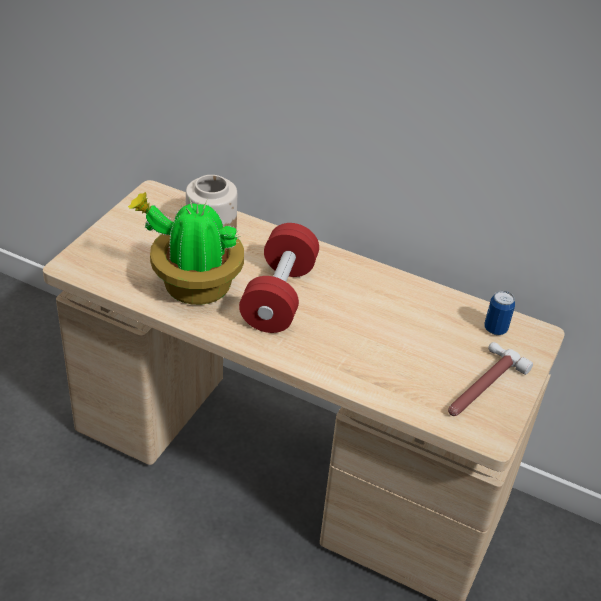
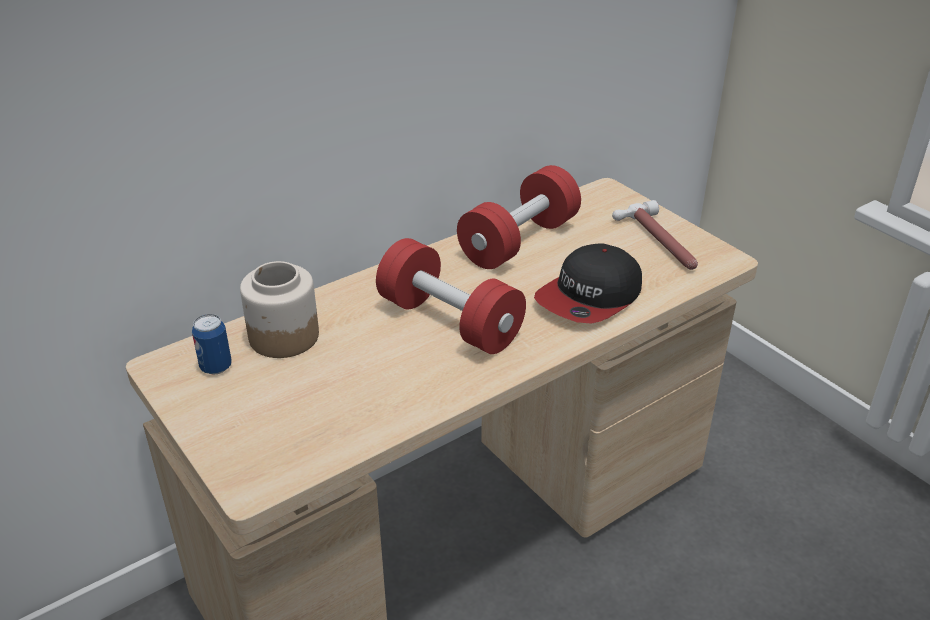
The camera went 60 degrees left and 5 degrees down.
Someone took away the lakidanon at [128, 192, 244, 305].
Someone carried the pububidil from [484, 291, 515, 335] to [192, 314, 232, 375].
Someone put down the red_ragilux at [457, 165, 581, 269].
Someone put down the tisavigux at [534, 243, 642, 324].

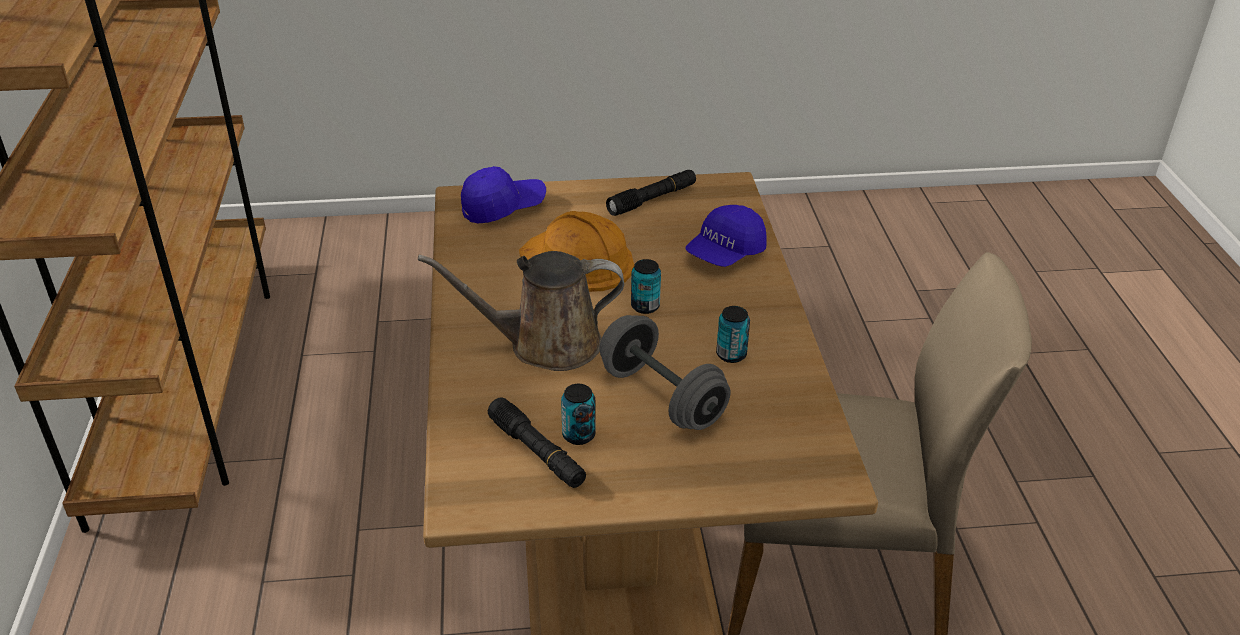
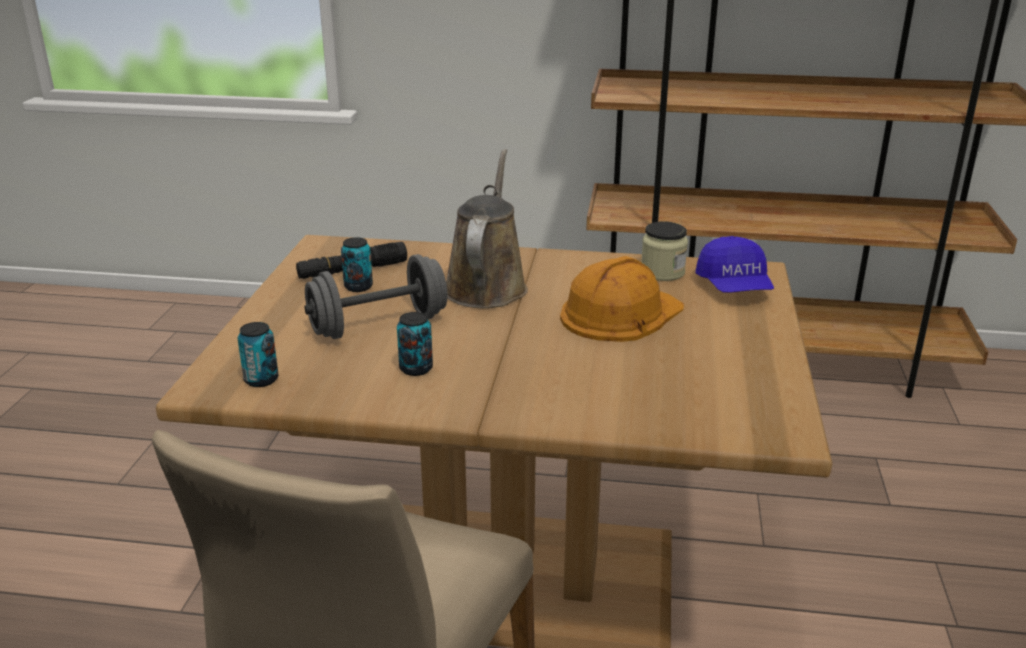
The camera went 105 degrees right and 10 degrees down.
Someone took away the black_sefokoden at [606, 170, 696, 216].
Someone carried the pububidil from [631, 259, 661, 314] to [238, 322, 279, 387].
Someone took away the blue_tisavigux at [686, 205, 767, 267].
Someone put down the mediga at [641, 221, 688, 281].

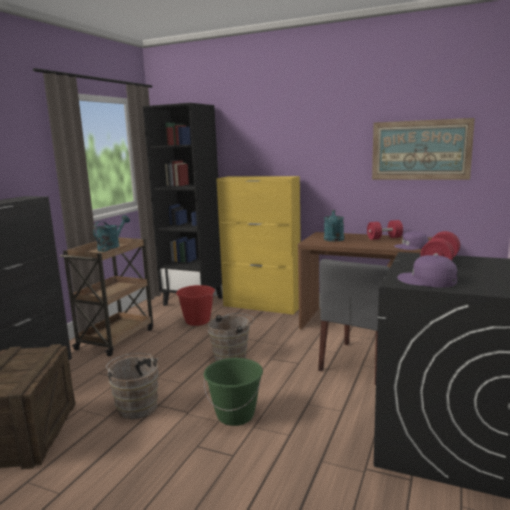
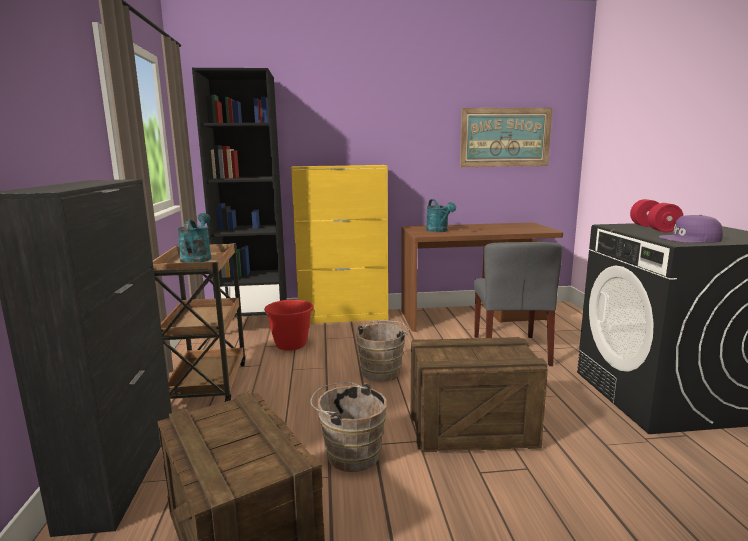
The camera went 30 degrees left and 0 degrees up.
Someone swapped the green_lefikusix at [204, 358, 263, 426] for the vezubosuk at [410, 337, 548, 452].
Someone took away the red_ragilux at [367, 220, 403, 240].
Someone took away the purple_tisavigux at [394, 231, 429, 250].

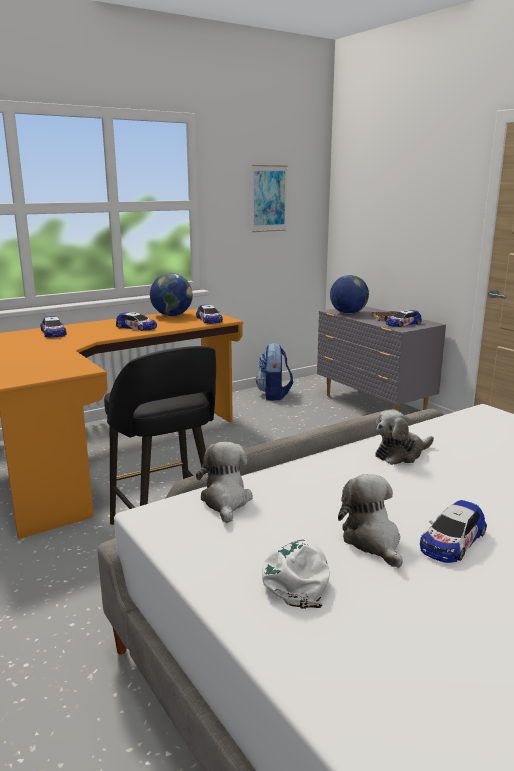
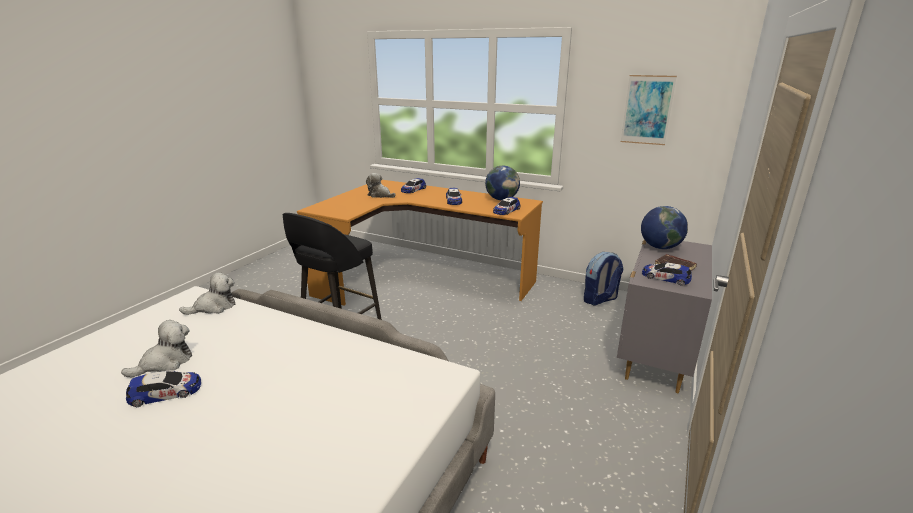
The camera went 60 degrees right and 5 degrees up.
Someone took away the white_tisavigux at [262, 540, 330, 609].
Someone carried the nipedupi from [375, 410, 434, 465] to [366, 173, 396, 198].
Someone rotated the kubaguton at [420, 500, 487, 563] by 150 degrees clockwise.

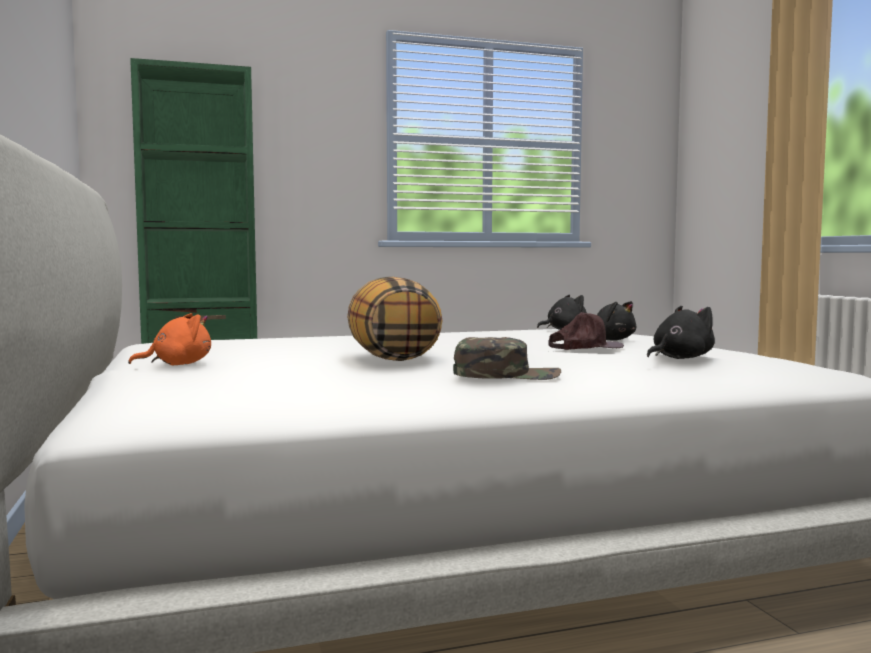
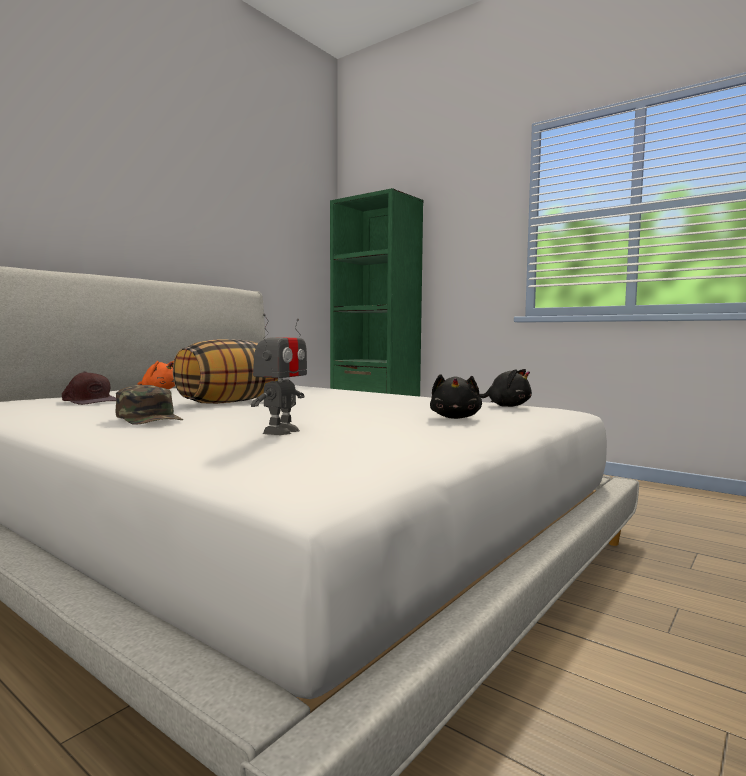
The camera went 55 degrees right and 0 degrees up.
Someone carried the brown_tisavigux from [548, 312, 624, 350] to [62, 372, 116, 405].
Someone swapped the black_nipedupi at [647, 306, 715, 359] for the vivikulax at [251, 314, 307, 435].

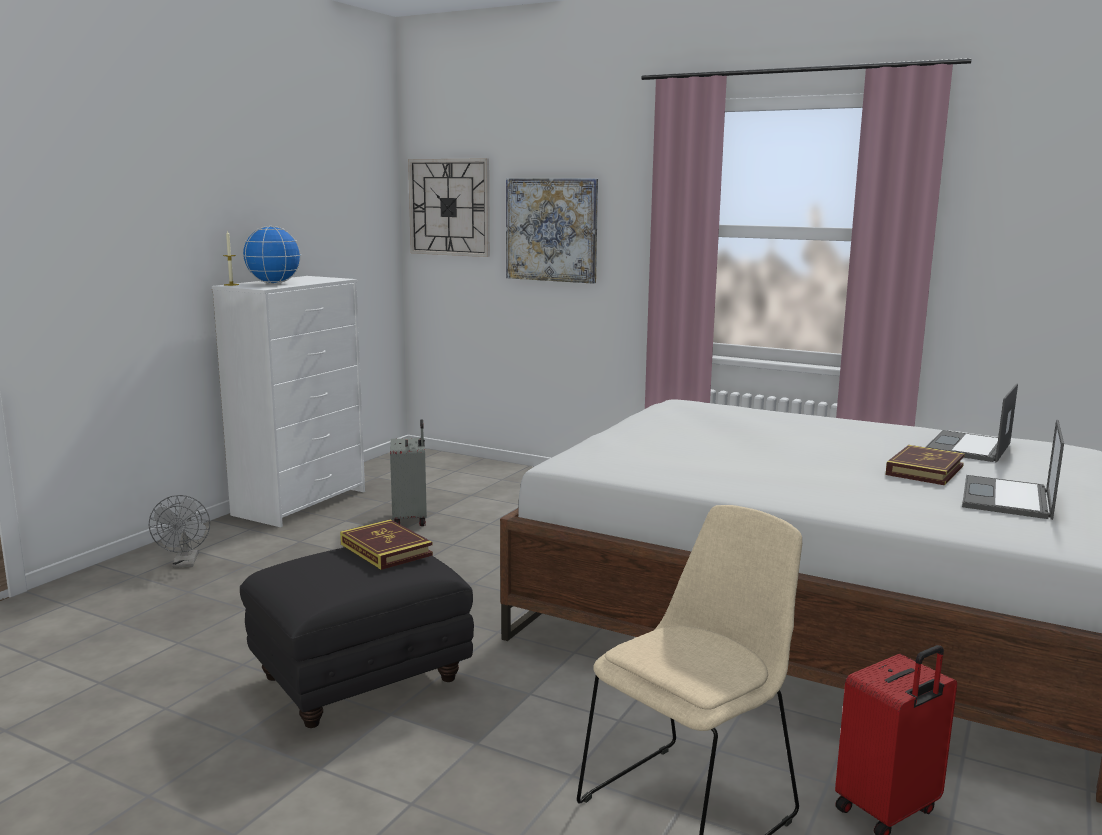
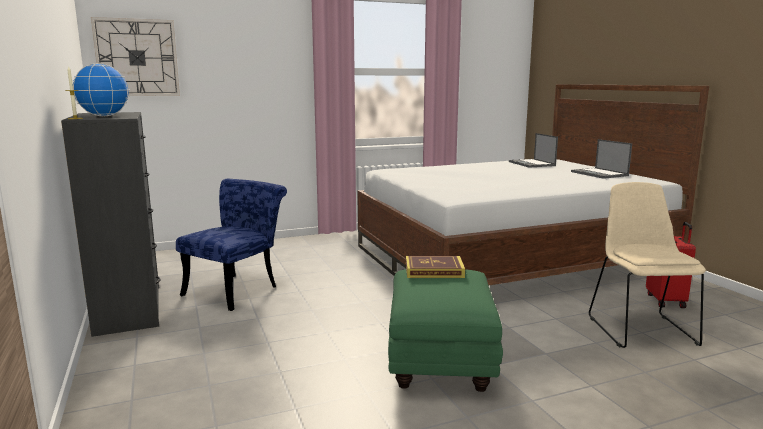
The camera went 50 degrees left and 0 degrees up.
Someone took away the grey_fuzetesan at [149, 495, 210, 568].
Someone repainted the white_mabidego at [212, 276, 365, 527], which became the black_mabidego at [61, 112, 160, 337].
Someone repainted the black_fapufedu at [240, 547, 474, 728], which became the green_fapufedu at [388, 269, 503, 392].
Someone swapped the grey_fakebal at [390, 419, 427, 526] for the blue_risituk at [176, 179, 287, 311].
Someone took away the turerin at [506, 178, 598, 284].
Someone took away the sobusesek at [885, 445, 965, 485].

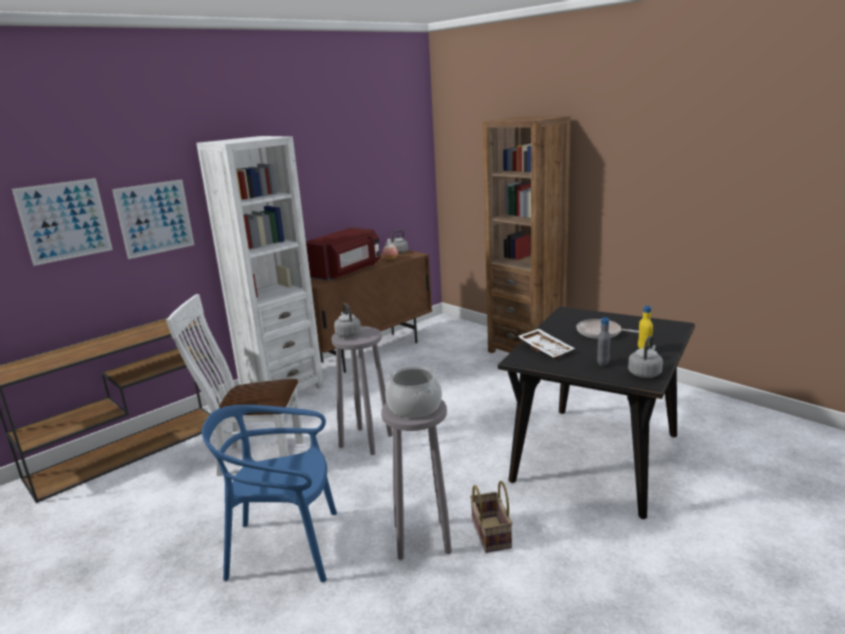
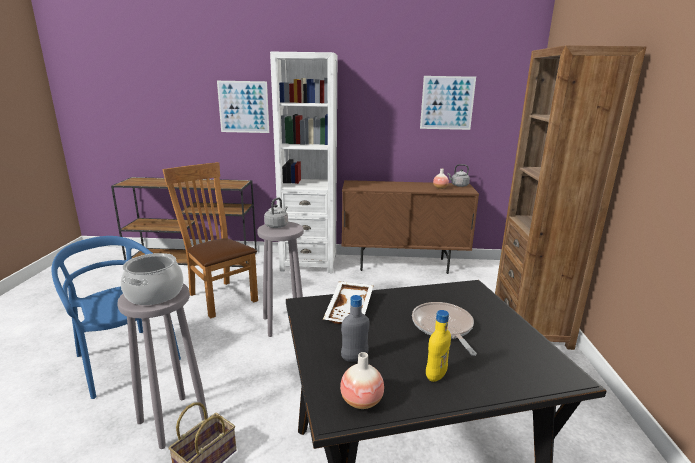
The camera went 45 degrees right and 0 degrees up.
Someone carried the turerin from [12, 178, 113, 266] to [420, 76, 476, 130].
Someone repainted the white_risituk at [166, 294, 304, 476], which became the brown_risituk at [162, 162, 258, 318].
Someone took away the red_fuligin at [306, 227, 380, 280].
Someone swapped the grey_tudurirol at [628, 336, 663, 378] for the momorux at [340, 352, 384, 409].

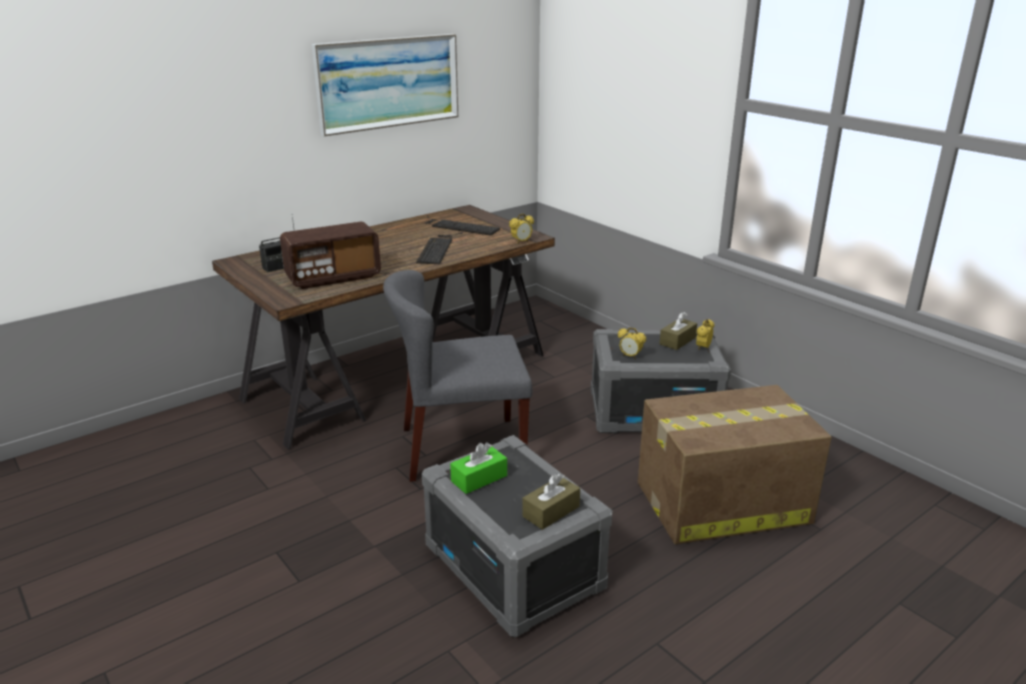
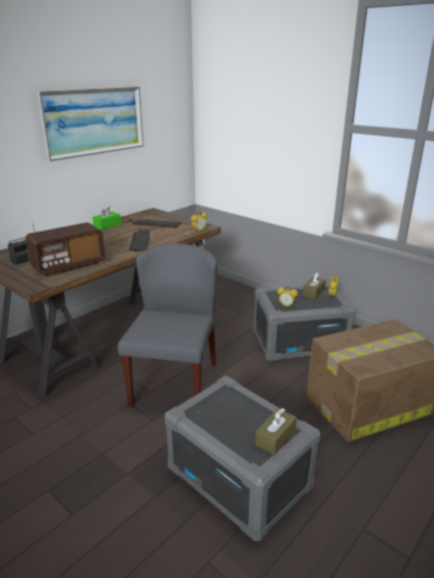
The camera went 10 degrees left and 0 degrees up.
Someone rotated the grey_risituk at [383, 270, 532, 482] by 120 degrees clockwise.
Someone carried the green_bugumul from [450, 442, 507, 494] to [92, 206, 121, 230].

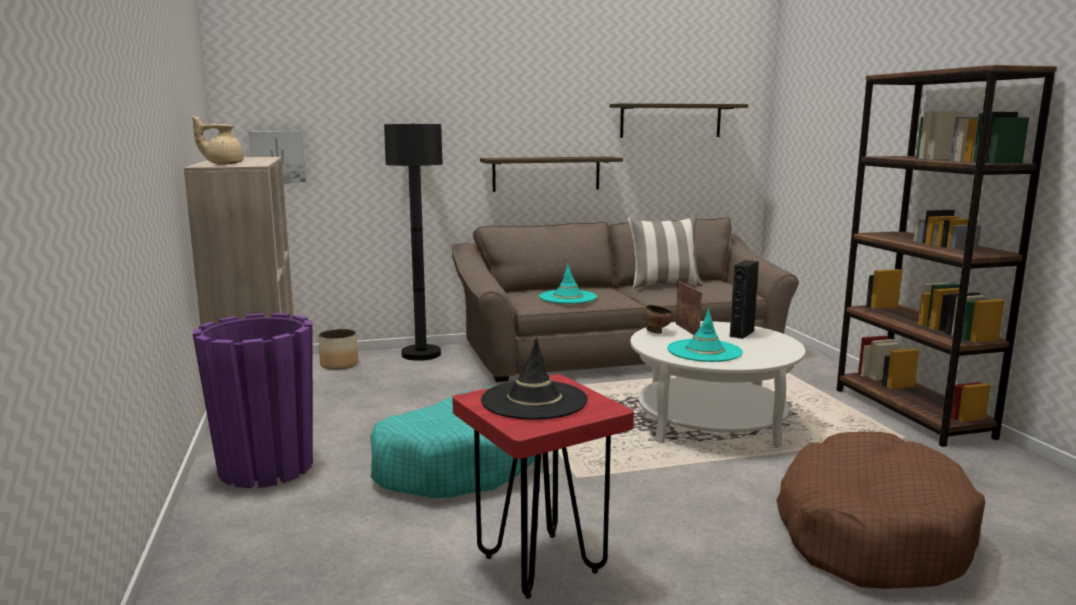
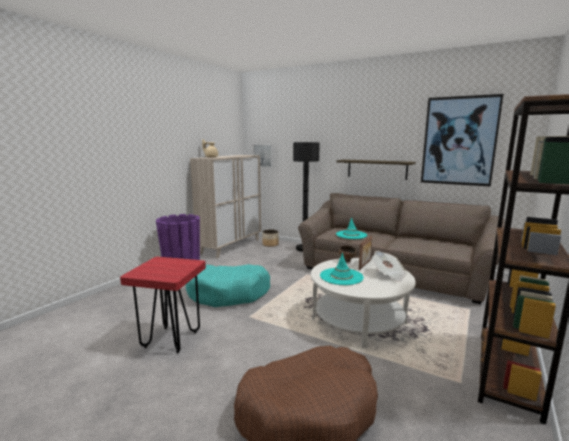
The camera went 45 degrees right and 0 degrees up.
Someone took away the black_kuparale at [481, 337, 588, 420].
Someone swapped the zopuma at [609, 103, 748, 138] for the turerin at [421, 94, 503, 187].
Someone took away the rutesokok at [627, 215, 703, 289].
Someone swapped the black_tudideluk at [729, 260, 759, 339] for the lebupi at [372, 251, 407, 282].

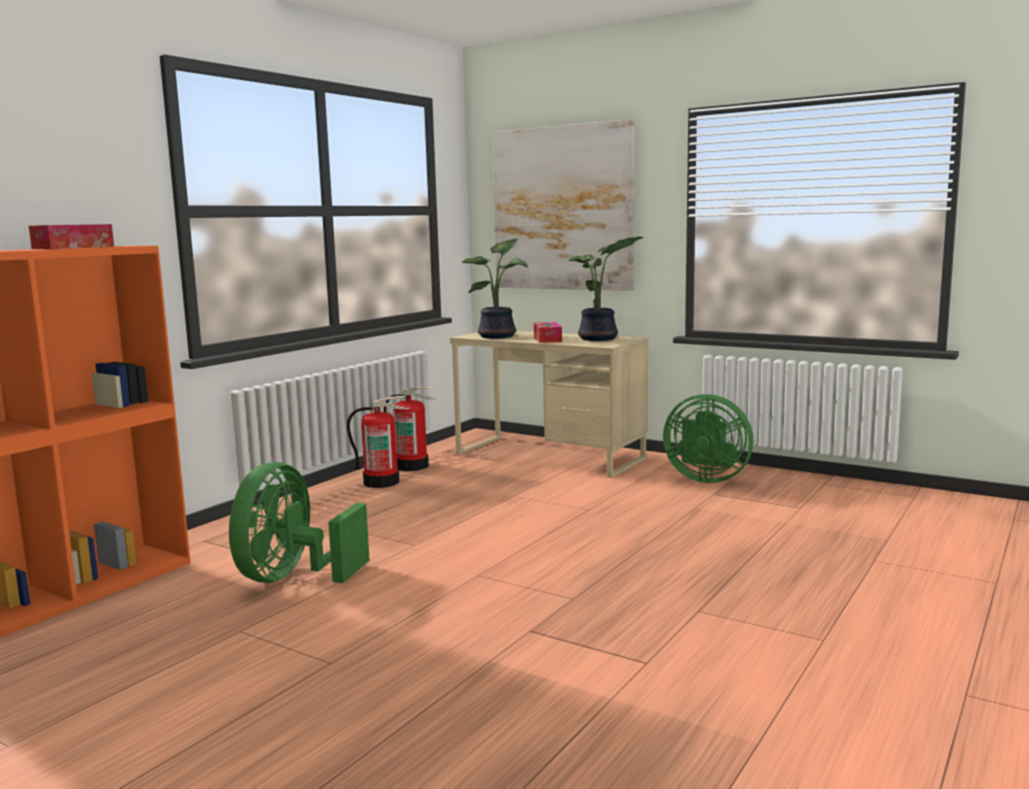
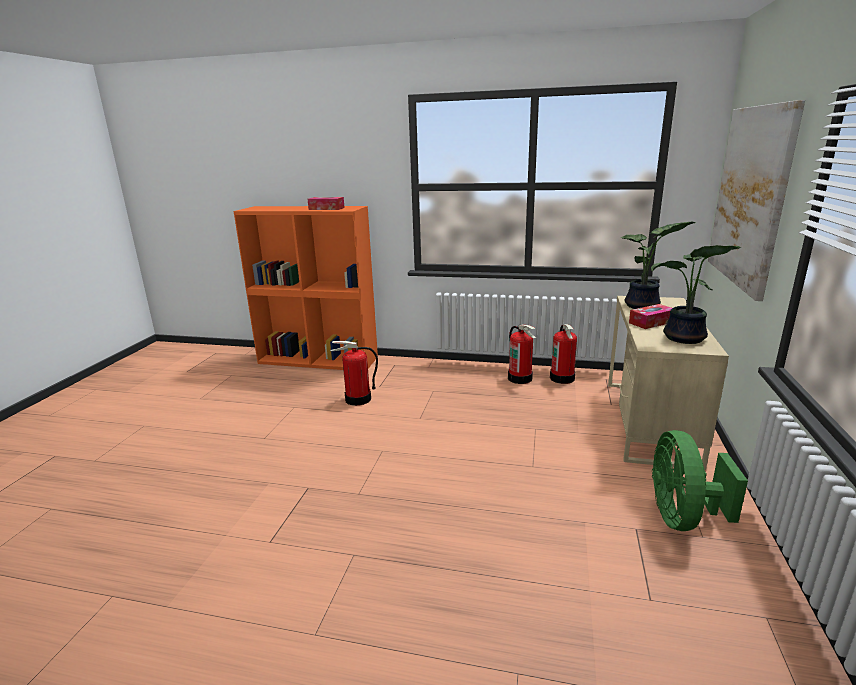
The camera went 70 degrees right and 10 degrees up.
Someone swapped the green_fuzetesan at [229, 462, 370, 583] for the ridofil at [330, 341, 378, 406].

